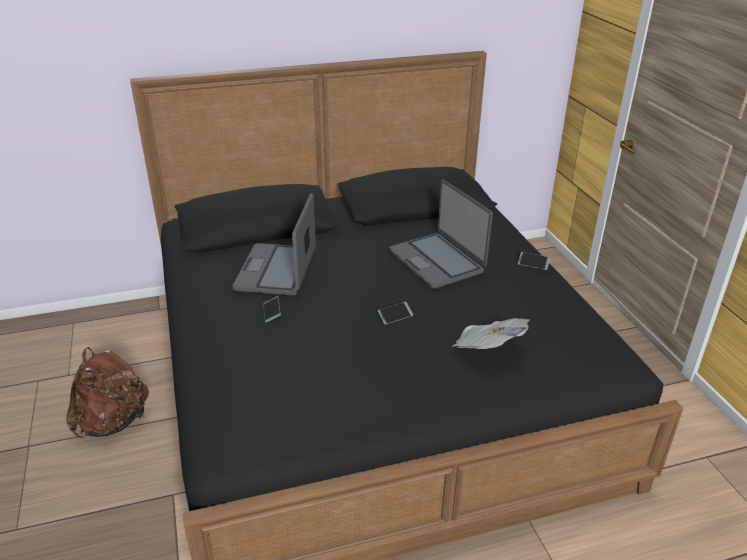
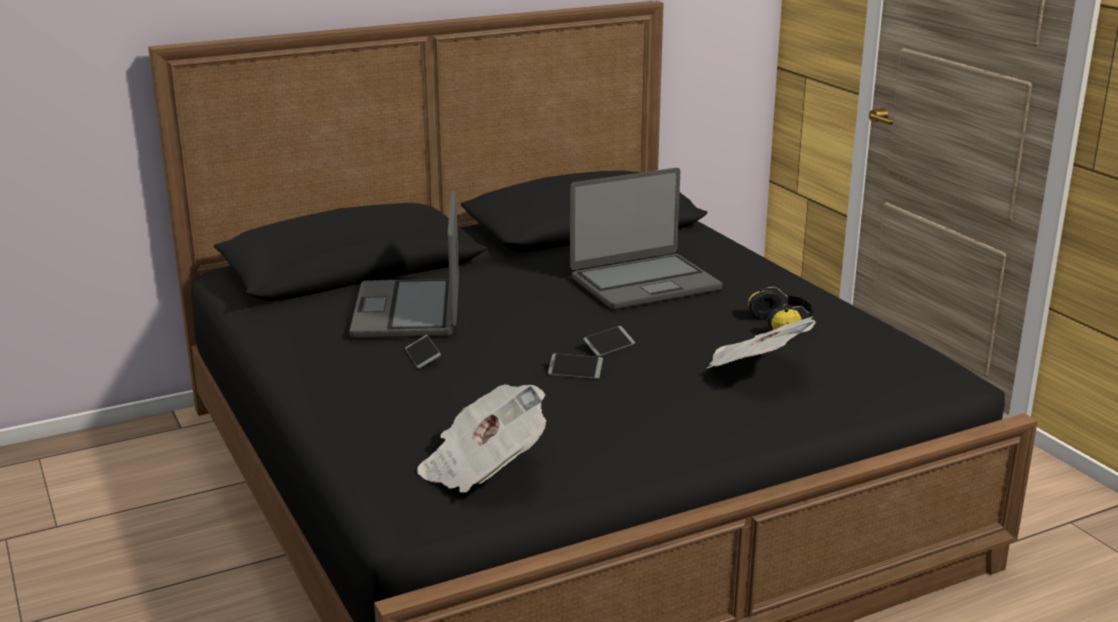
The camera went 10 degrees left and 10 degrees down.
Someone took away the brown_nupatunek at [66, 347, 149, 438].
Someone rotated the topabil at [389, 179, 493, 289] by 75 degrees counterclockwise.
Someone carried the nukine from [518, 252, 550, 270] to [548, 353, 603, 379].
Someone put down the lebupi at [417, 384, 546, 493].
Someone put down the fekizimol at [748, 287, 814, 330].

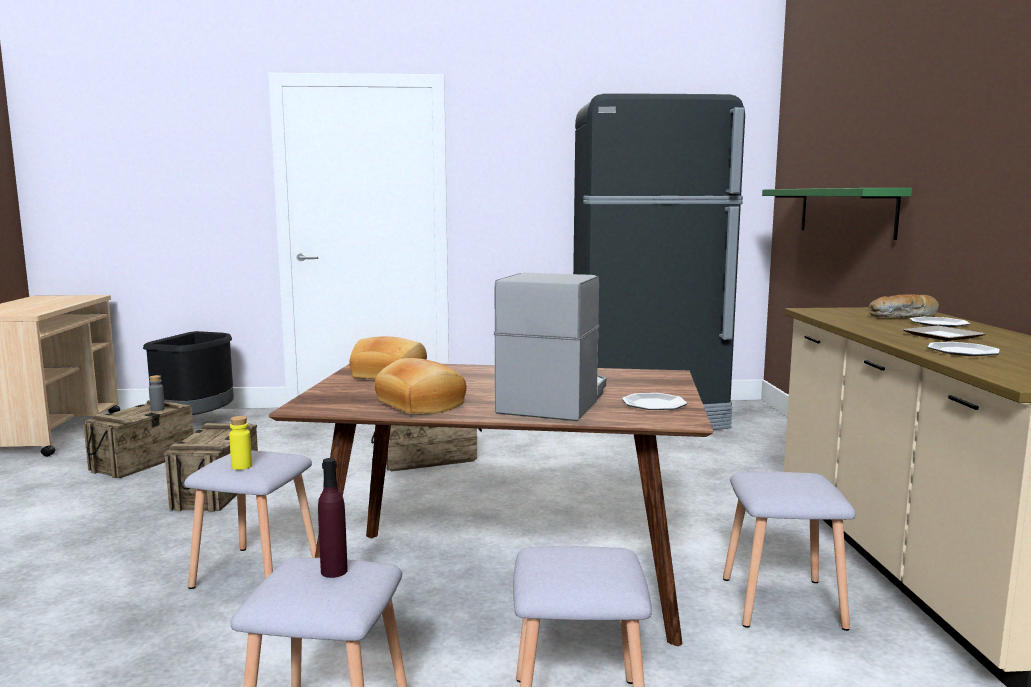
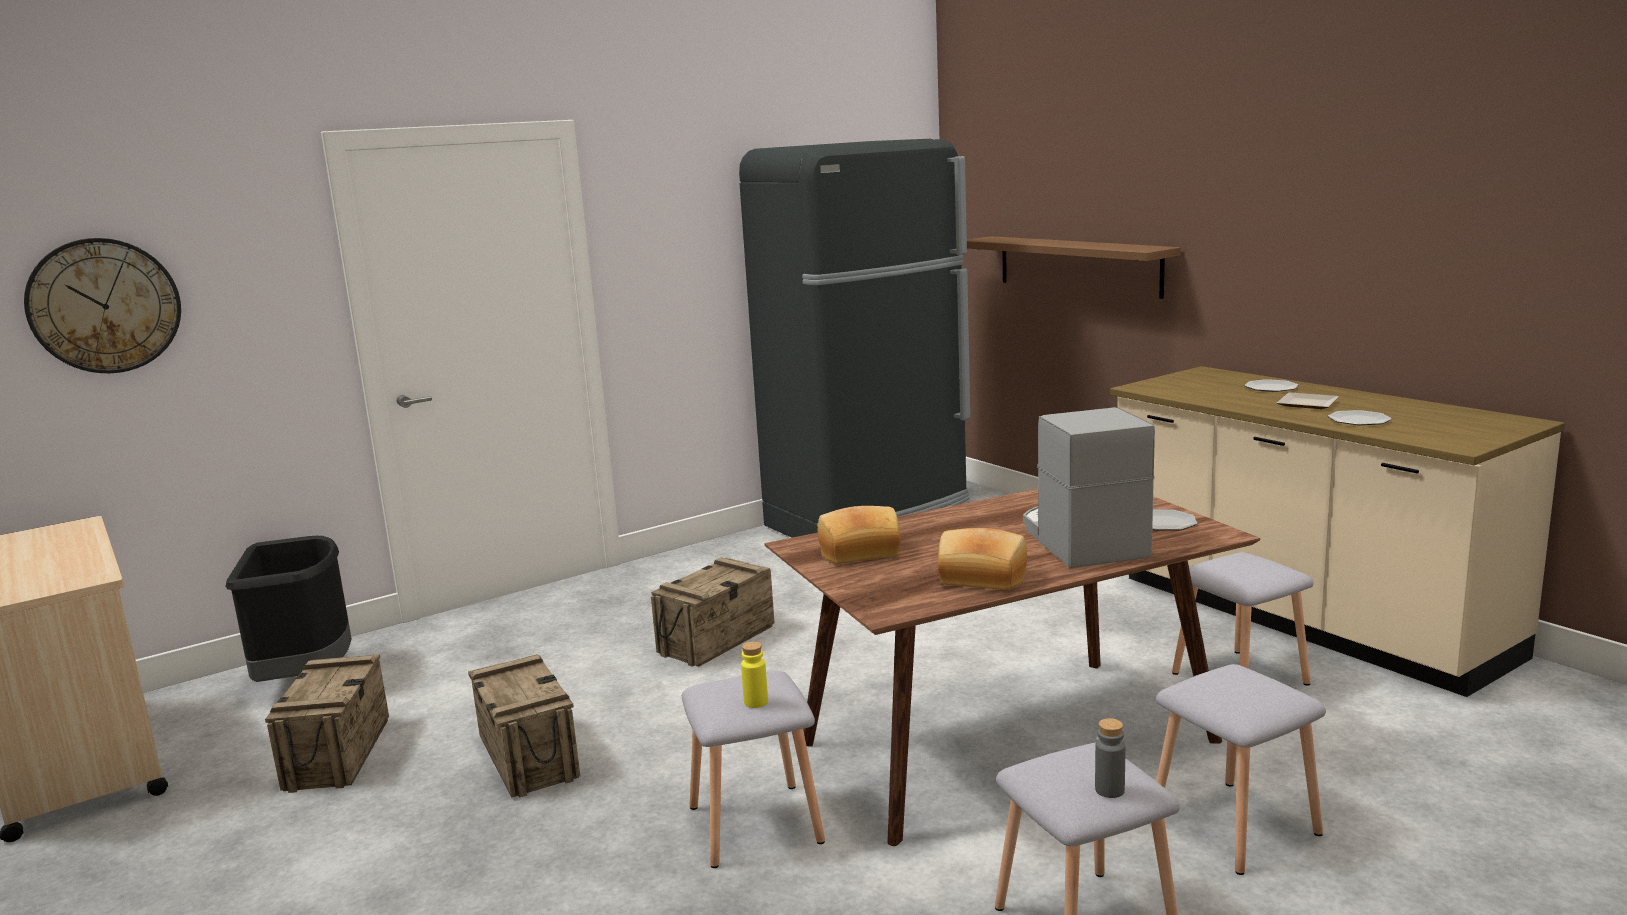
The camera went 30 degrees left and 5 degrees up.
Someone carried the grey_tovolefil from [149, 375, 165, 411] to [1095, 718, 1125, 798].
Someone took away the purple_tovolefil at [318, 458, 348, 578].
Someone repainted the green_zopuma at [762, 188, 912, 240], which became the brown_zopuma at [967, 236, 1181, 299].
Someone took away the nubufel at [869, 294, 939, 317].
Someone put up the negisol at [24, 238, 181, 373].

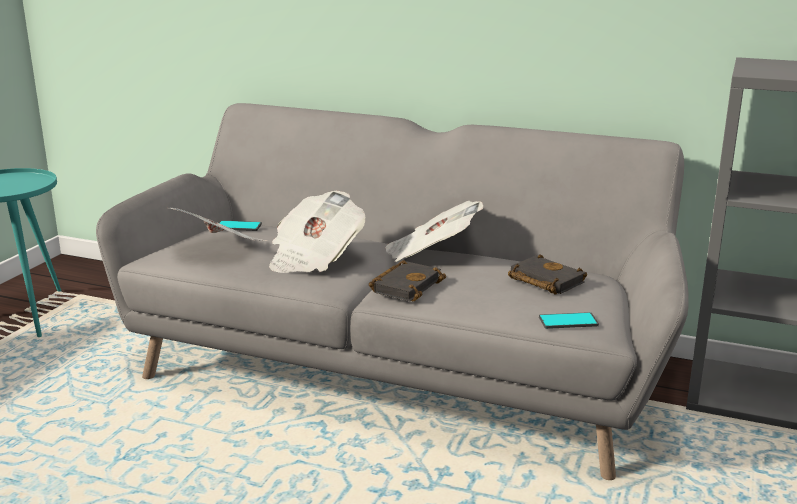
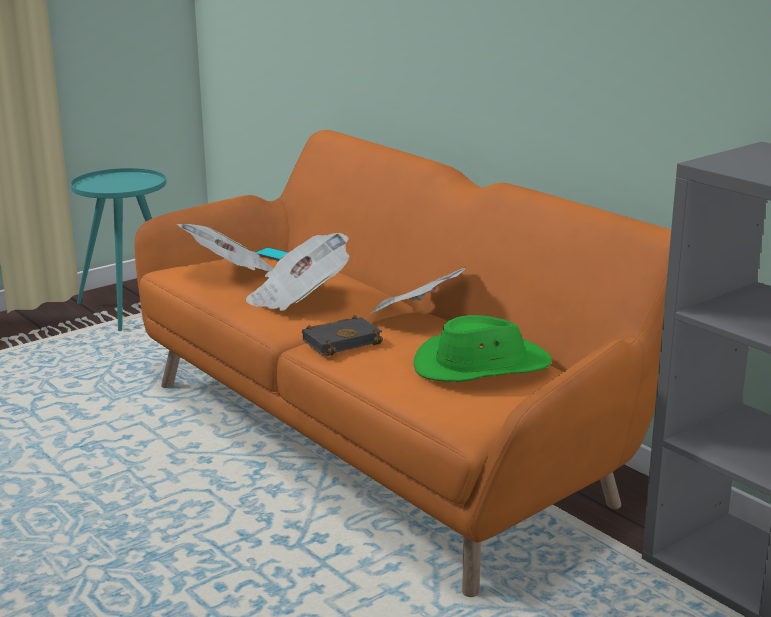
The camera went 30 degrees right and 0 degrees up.
Someone repainted the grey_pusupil at [96, 103, 688, 480], which became the orange_pusupil at [134, 130, 671, 597].
Someone swapped the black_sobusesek at [508, 254, 587, 295] for the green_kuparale at [414, 315, 552, 382].
Someone took away the nukine at [539, 312, 599, 329].

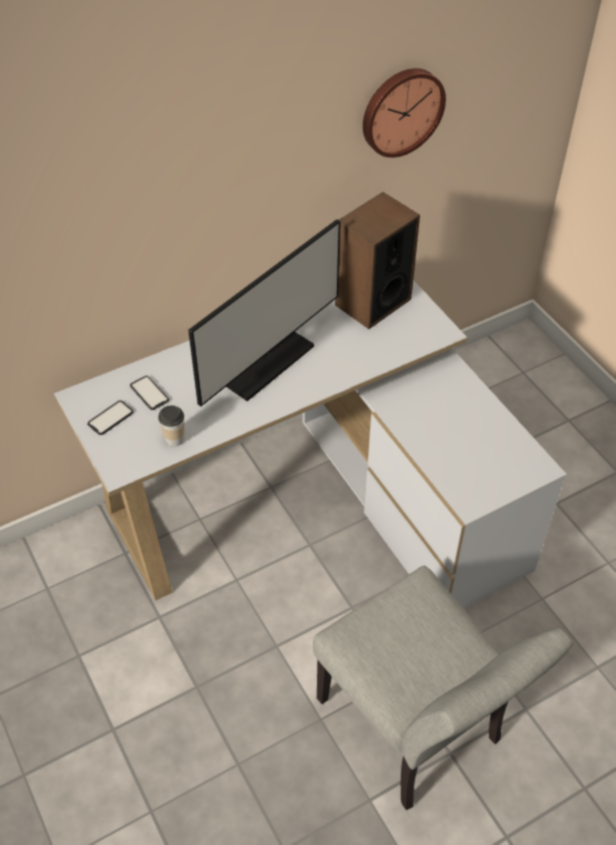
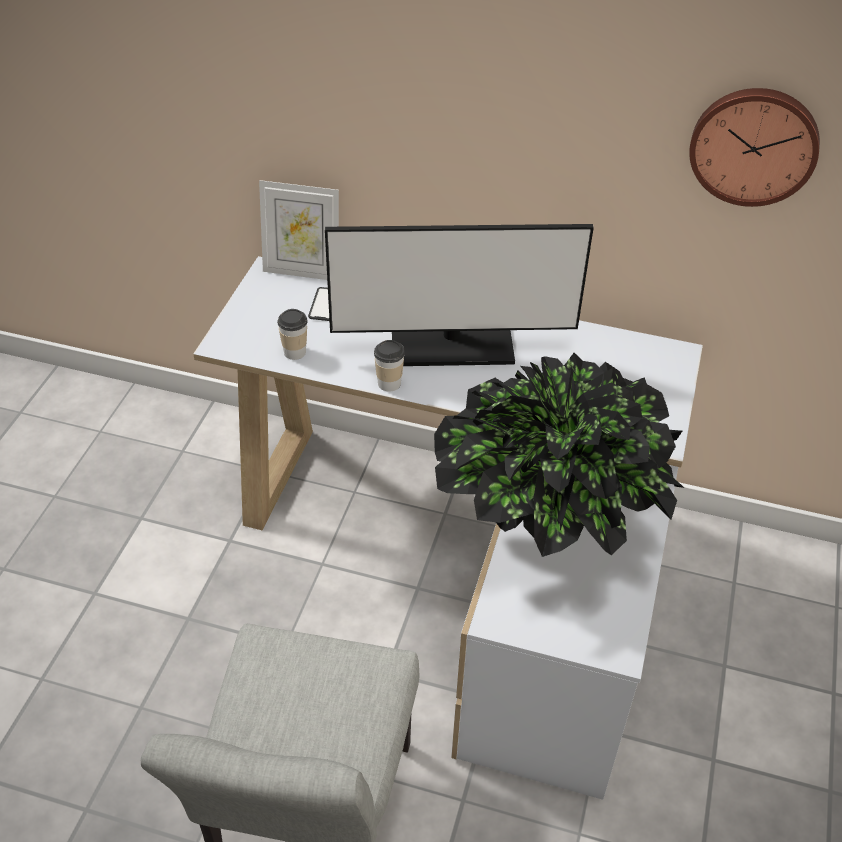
The camera went 45 degrees right and 5 degrees down.
Someone took away the nukine at [87, 400, 134, 435].
Someone took away the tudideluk at [335, 192, 420, 329].
Someone put down the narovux at [259, 180, 339, 280].
Someone put down the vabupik at [374, 340, 405, 391].
Someone put down the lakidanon at [434, 353, 684, 557].

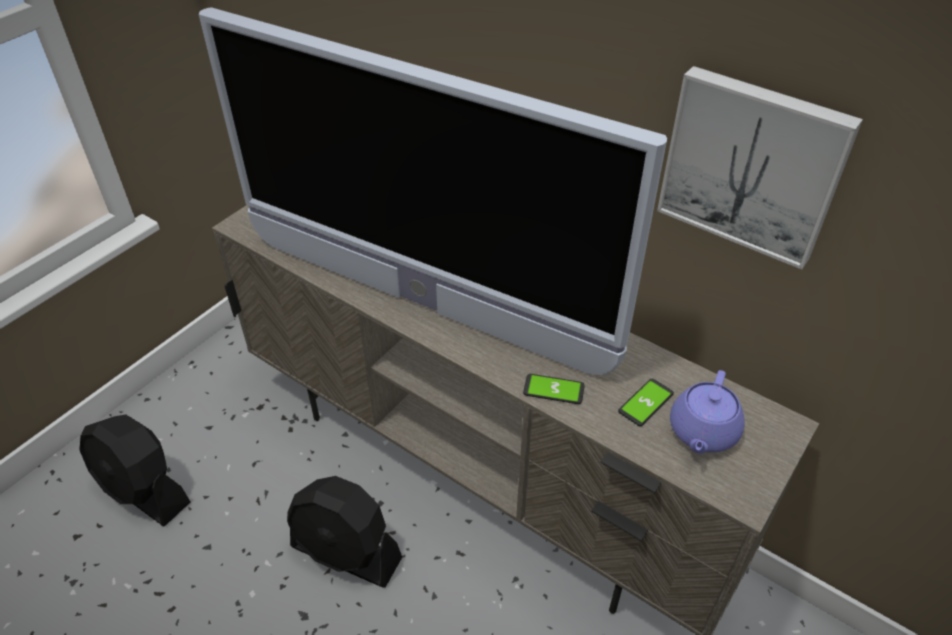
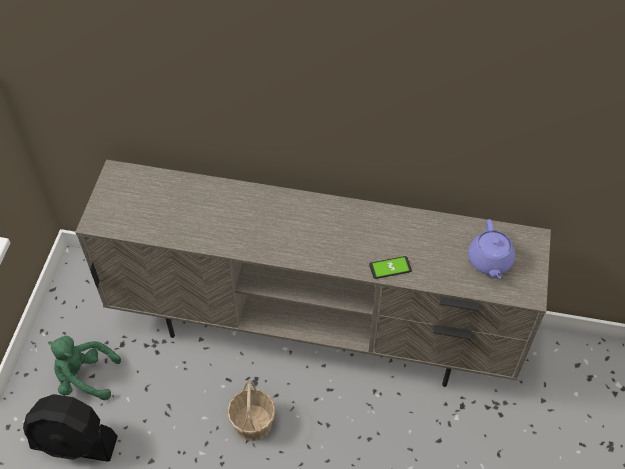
The camera went 25 degrees left and 10 degrees up.
Someone took away the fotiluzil at [199, 7, 667, 375].
Someone swapped the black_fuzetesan at [287, 476, 402, 588] for the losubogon at [227, 381, 276, 441].
Someone took away the nukine at [618, 379, 674, 426].
Someone took away the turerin at [657, 66, 863, 270].
Someone put down the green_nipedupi at [48, 336, 121, 400].

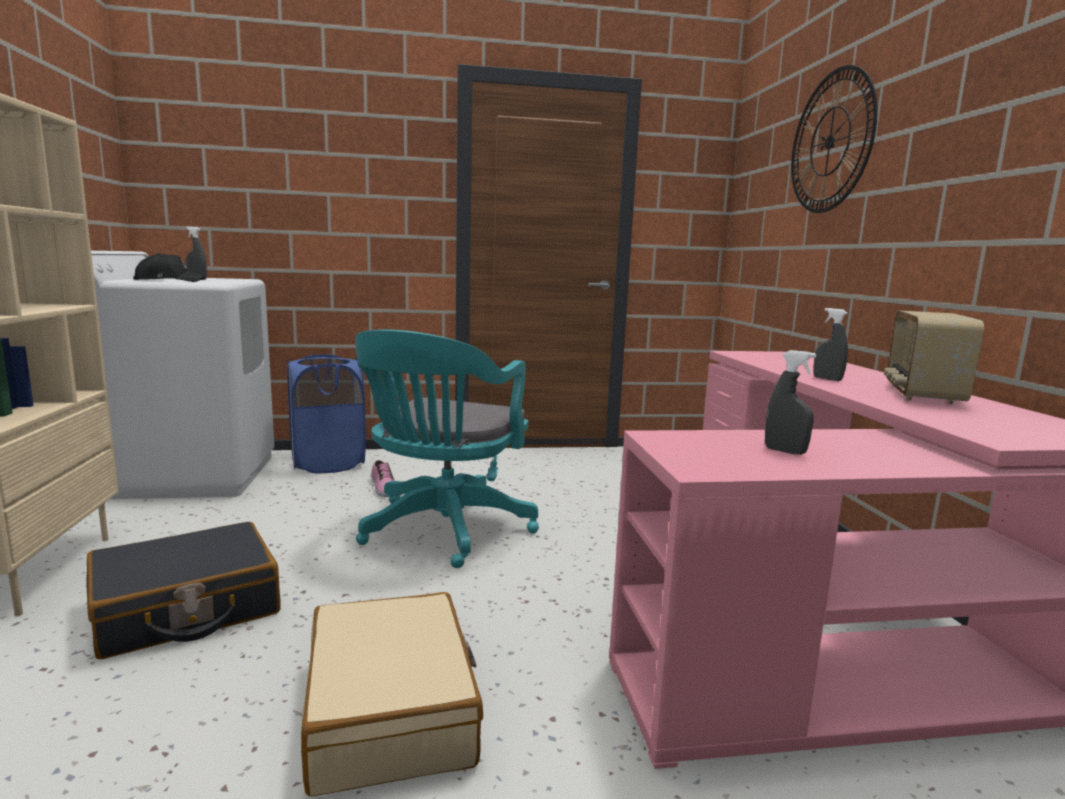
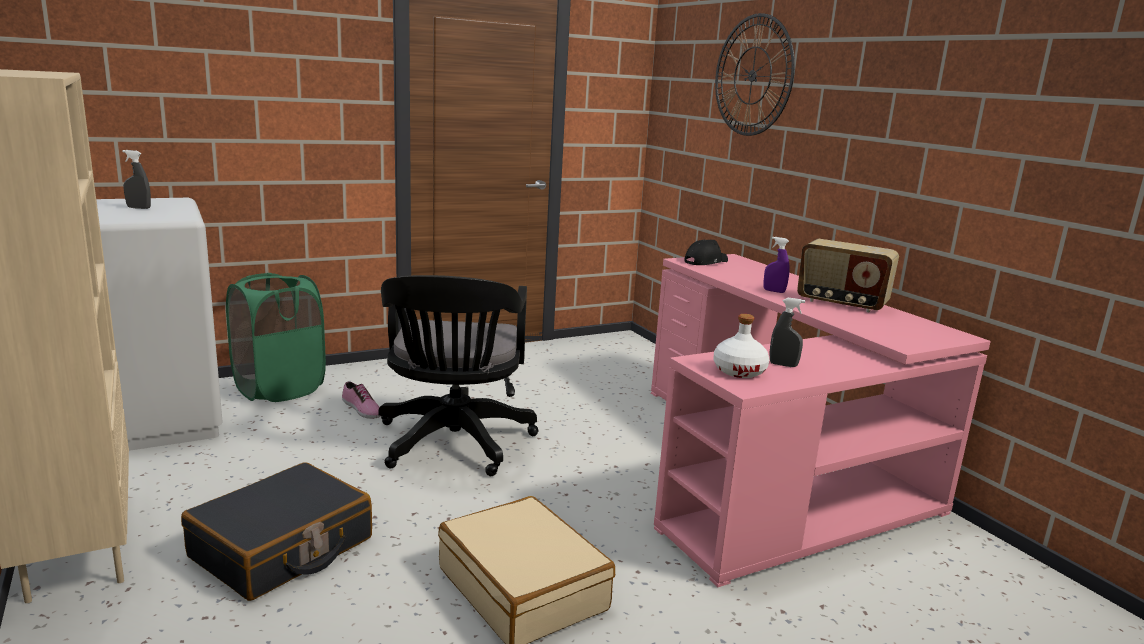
The camera went 20 degrees left and 5 degrees up.
Someone carried the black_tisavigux from [133, 253, 205, 282] to [684, 240, 728, 265].
Someone repainted the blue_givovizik at [287, 354, 366, 473], which became the green_givovizik at [226, 273, 326, 402].
Someone repainted the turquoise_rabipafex at [355, 330, 539, 568], which became the black_rabipafex at [378, 275, 538, 476].
Someone repainted the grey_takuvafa at [814, 308, 848, 381], which became the purple_takuvafa at [763, 237, 790, 293].
Someone rotated the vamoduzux at [884, 310, 984, 405] by 60 degrees counterclockwise.
Someone put down the white_tovolefil at [713, 314, 769, 378].

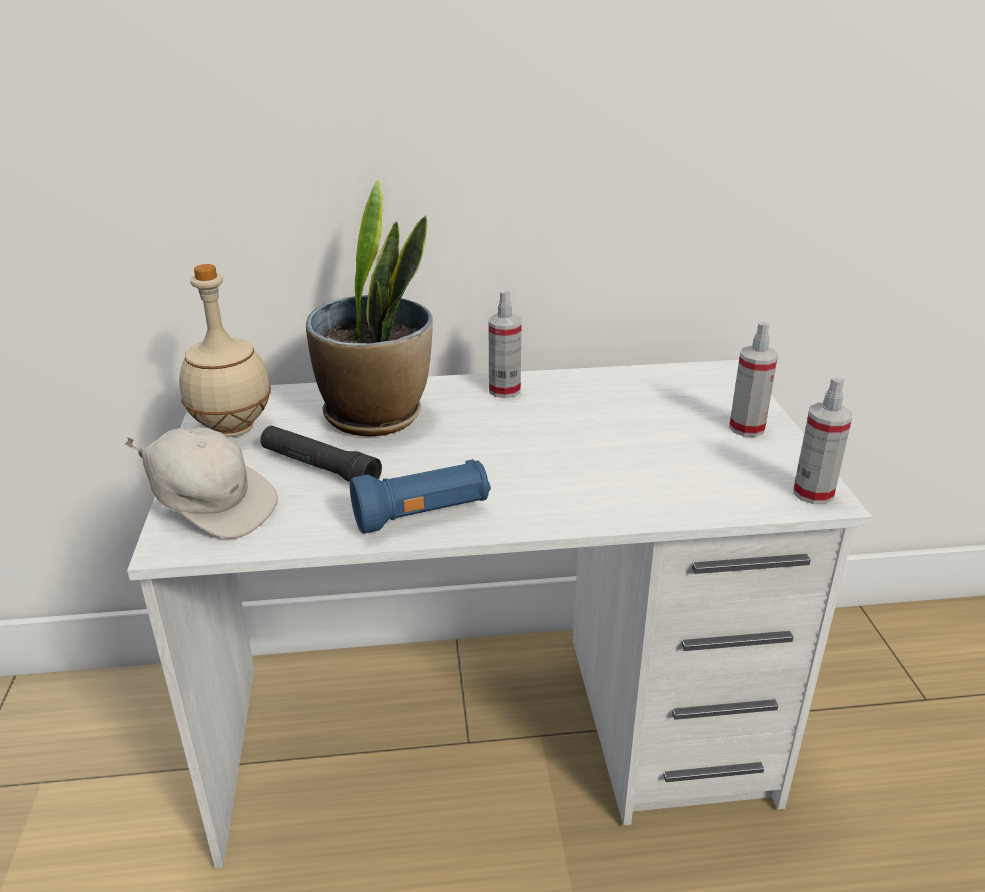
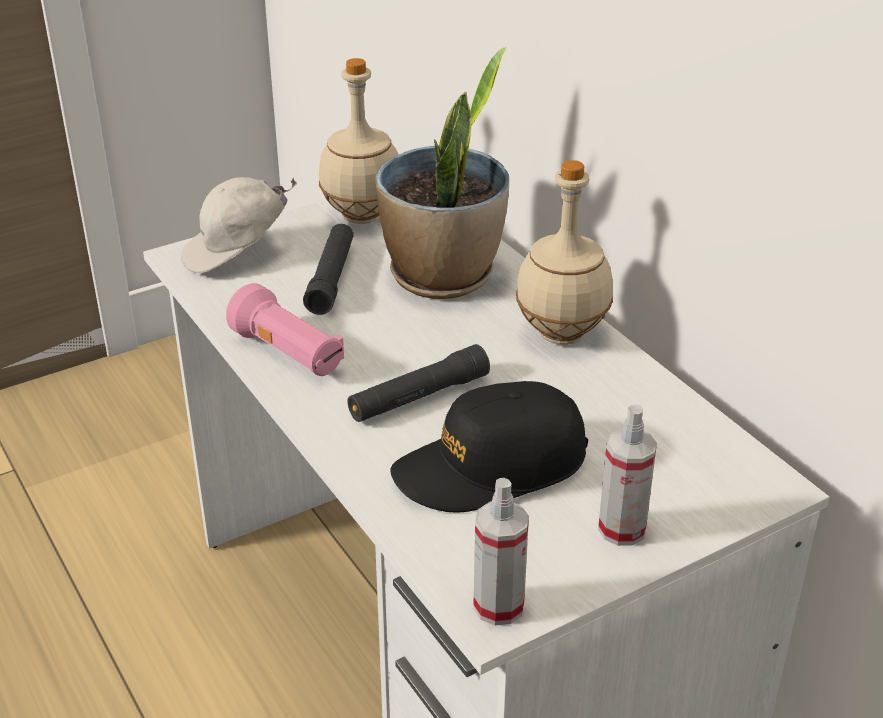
The camera went 65 degrees right and 5 degrees up.
Someone rotated the white_tisavigux at [125, 427, 278, 539] by 60 degrees clockwise.
Someone repainted the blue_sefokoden at [350, 459, 491, 534], which became the pink_sefokoden at [226, 283, 344, 376].
Someone swapped the takuvafa at [488, 290, 521, 398] for the beige_tovolefil at [516, 160, 613, 345].
Someone put down the black_sefokoden at [347, 344, 490, 422].
Someone put down the black_tisavigux at [390, 381, 588, 513].

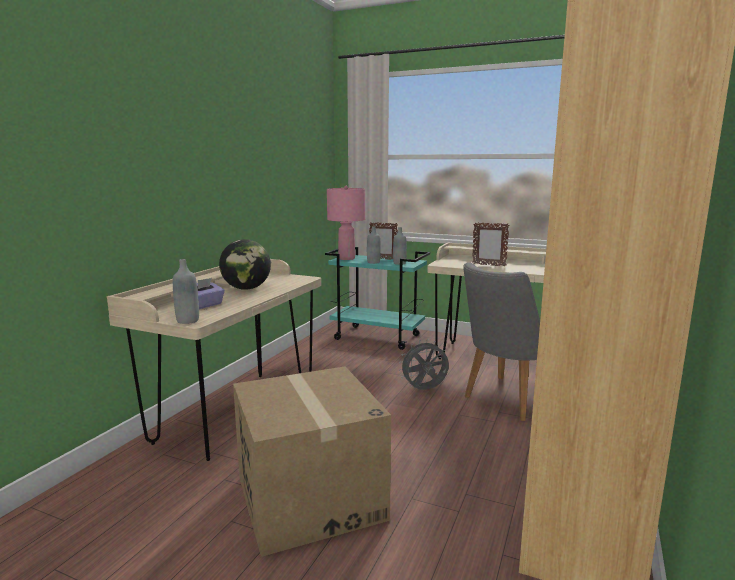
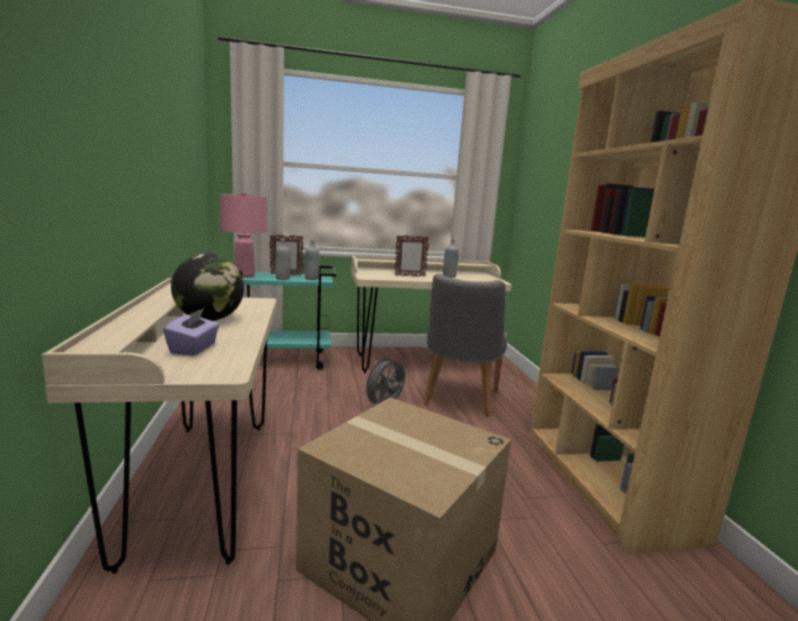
The camera went 35 degrees left and 0 degrees up.
Someone carried the grey_tovolefil from [173, 259, 199, 324] to [443, 239, 459, 278].

